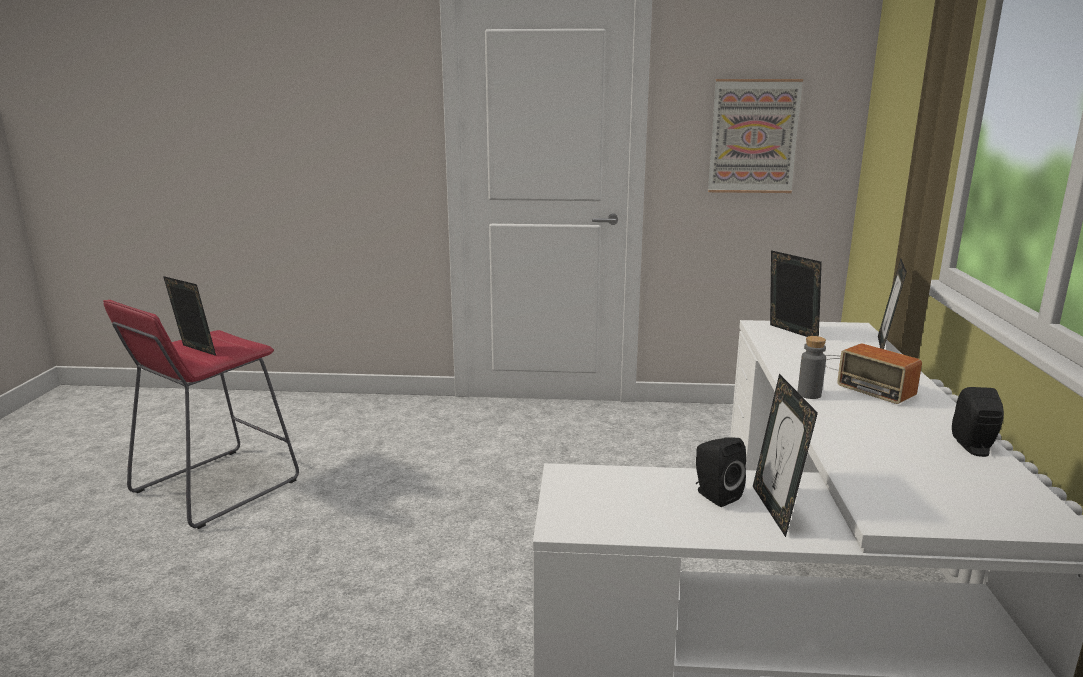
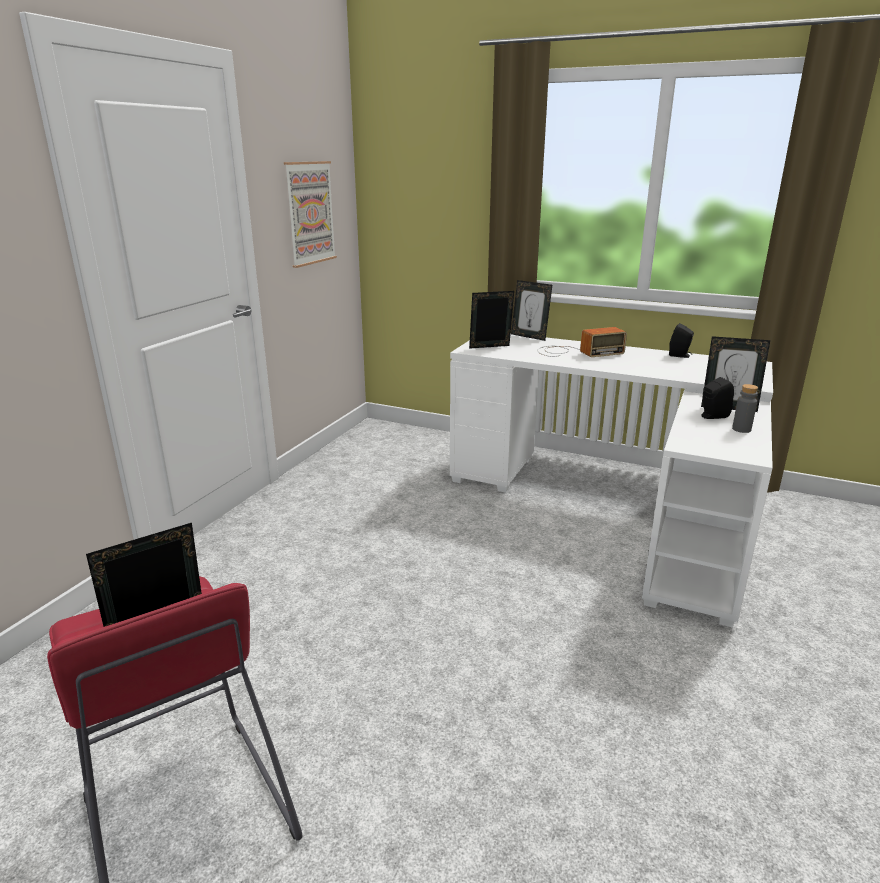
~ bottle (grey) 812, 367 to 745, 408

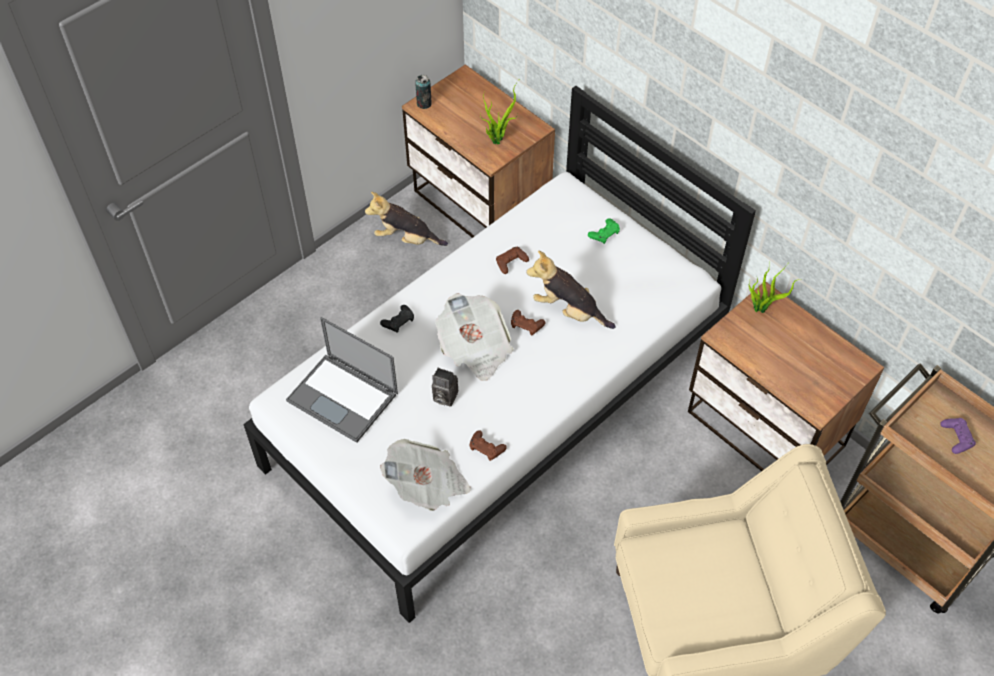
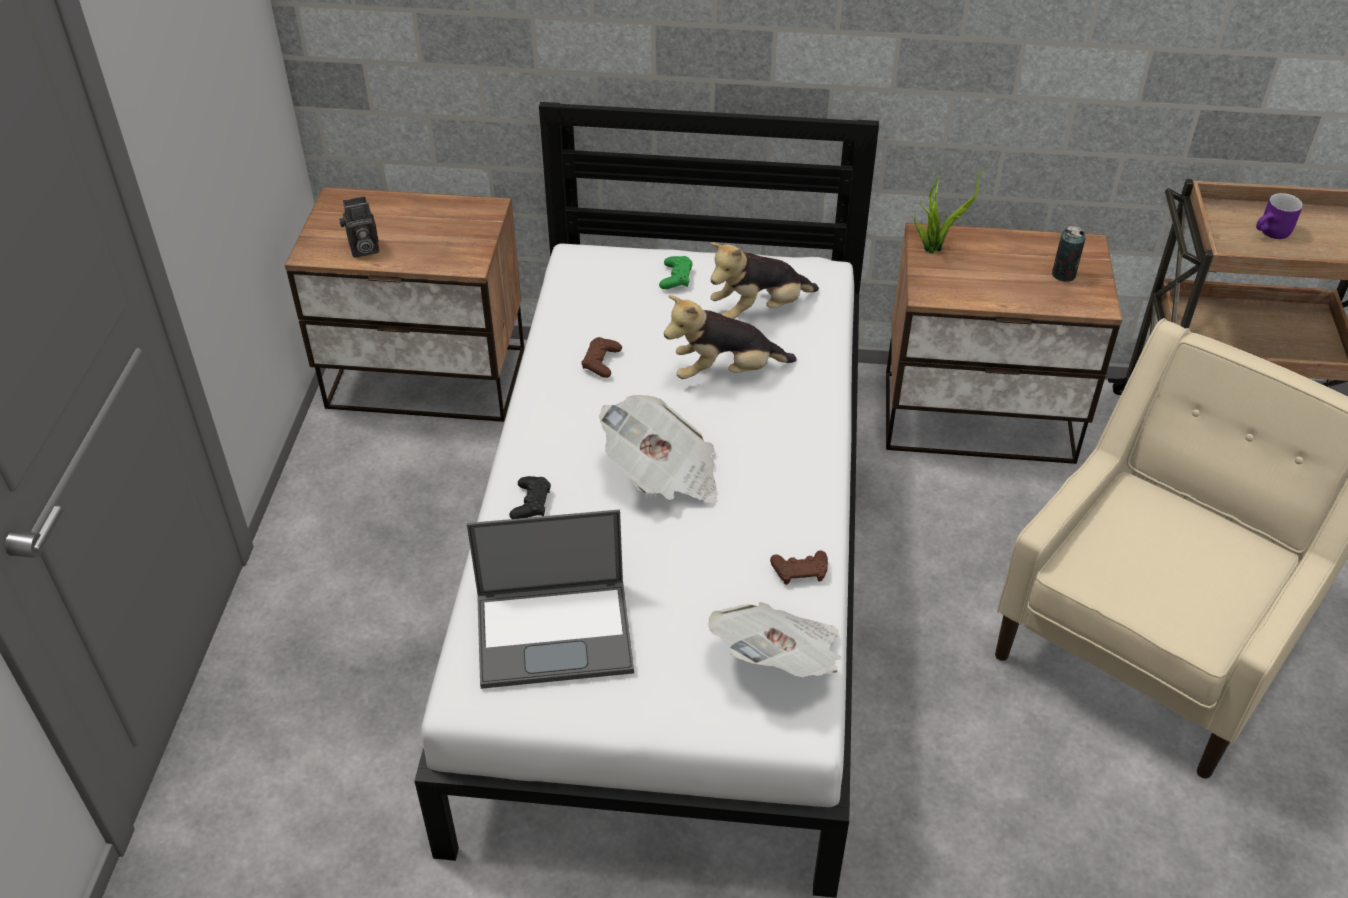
- potted plant 499, 112
- game controller (brown) 528, 322
~ plush toy 406, 219 to 764, 280
~ can 423, 92 to 1069, 254
~ photo camera 445, 387 to 359, 227
~ game controller (purple) 958, 436 to mug (purple) 1279, 216

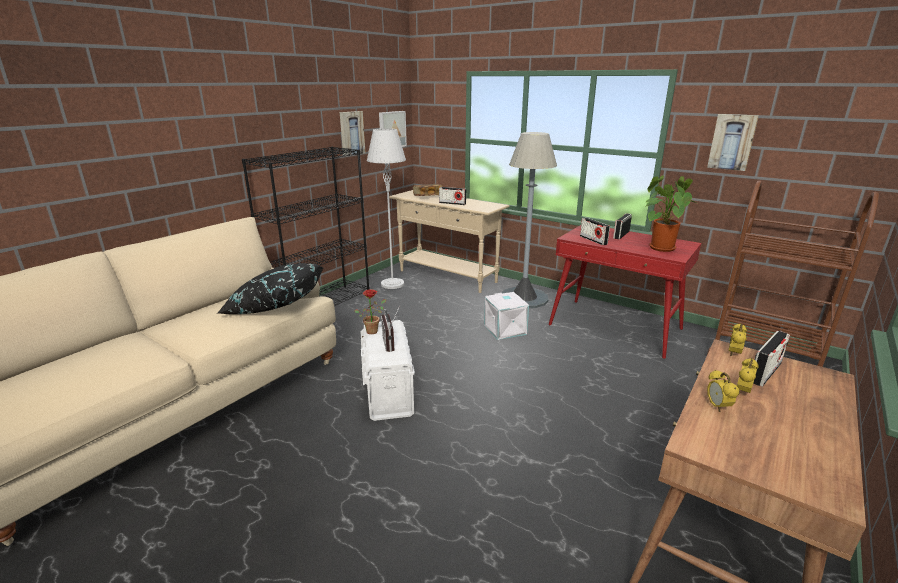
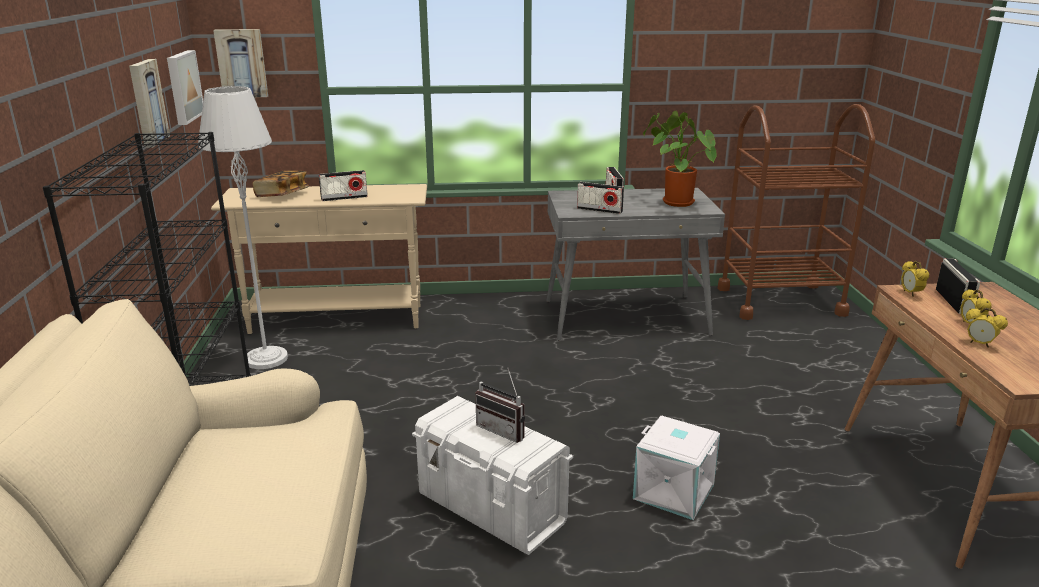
- pillow (black) 270, 288
- potted plant 370, 311
- floor lamp (grey) 529, 220
~ storage box (white) 506, 316 to 676, 468
~ picture 733, 142 to 240, 63
~ desk (red) 625, 292 to desk (grey) 635, 264

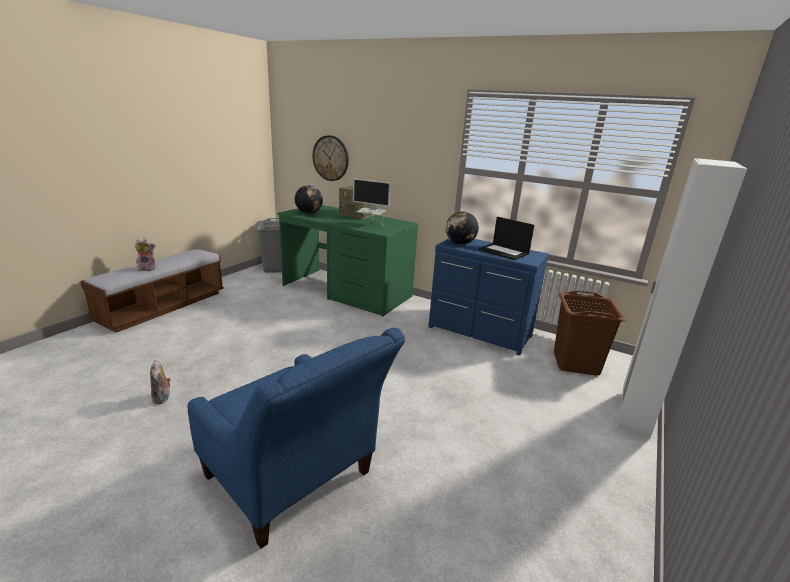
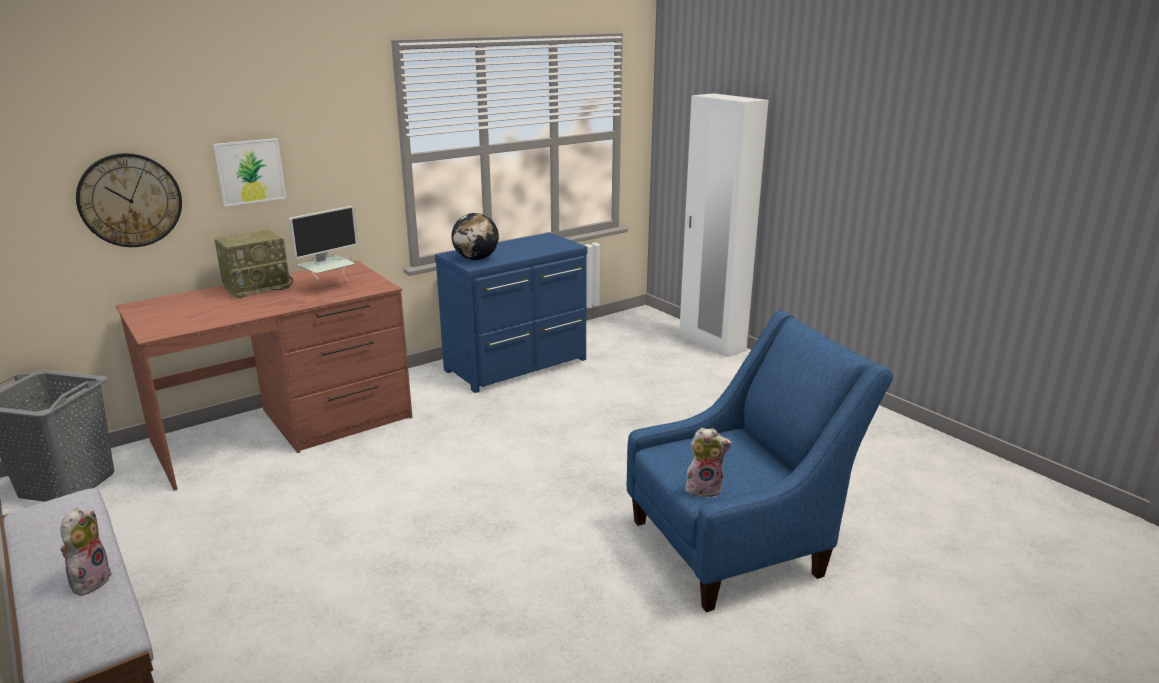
- globe 309, 199
- laptop 506, 238
- laundry basket (brown) 590, 333
+ picture 249, 172
~ plush toy 160, 382 to 708, 463
~ desk (green) 347, 261 to desk (brown) 264, 376

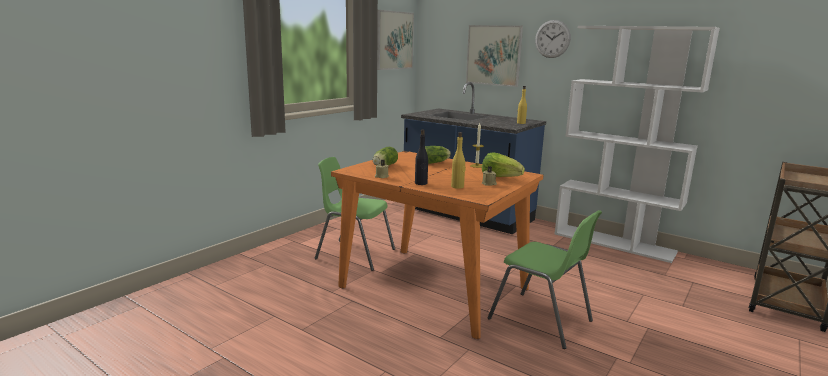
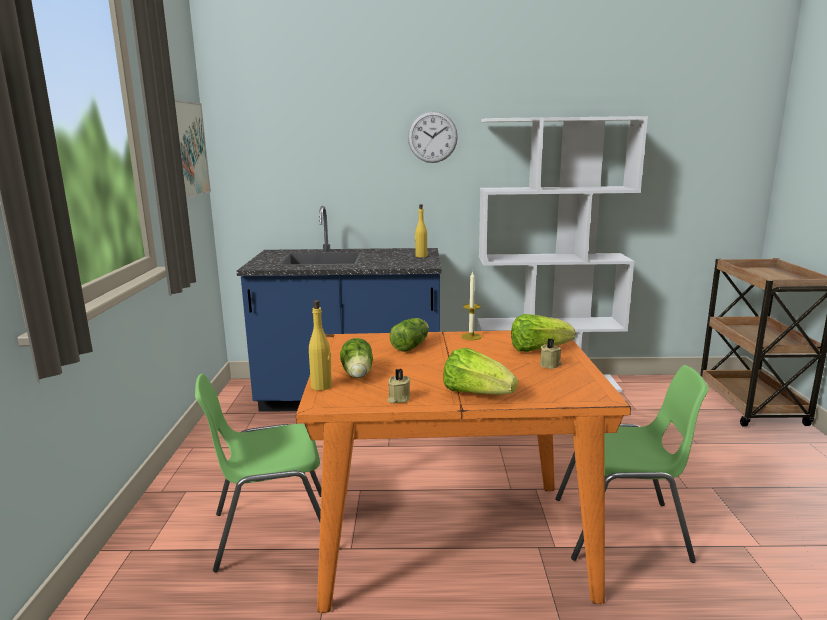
- picture 494, 56
~ bottle (yellow) 458, 160 to 320, 345
~ bottle (black) 421, 157 to lettuce 480, 371

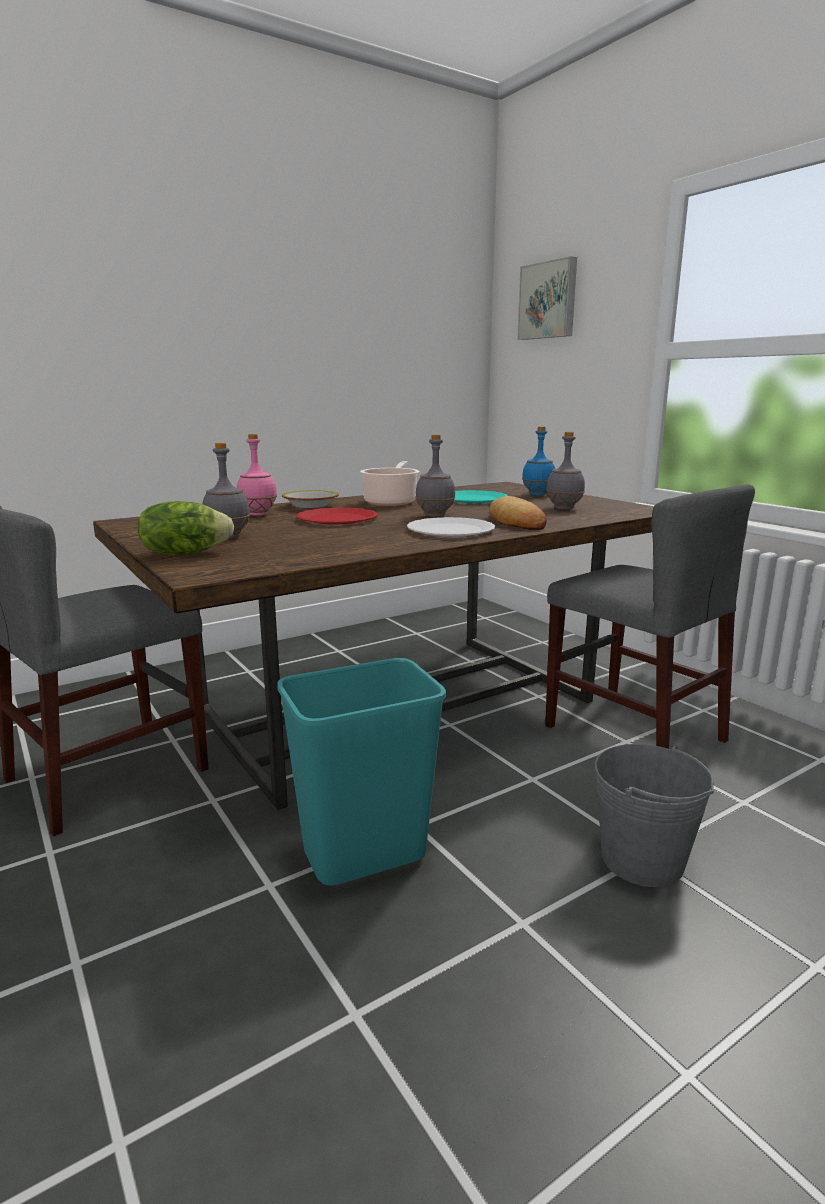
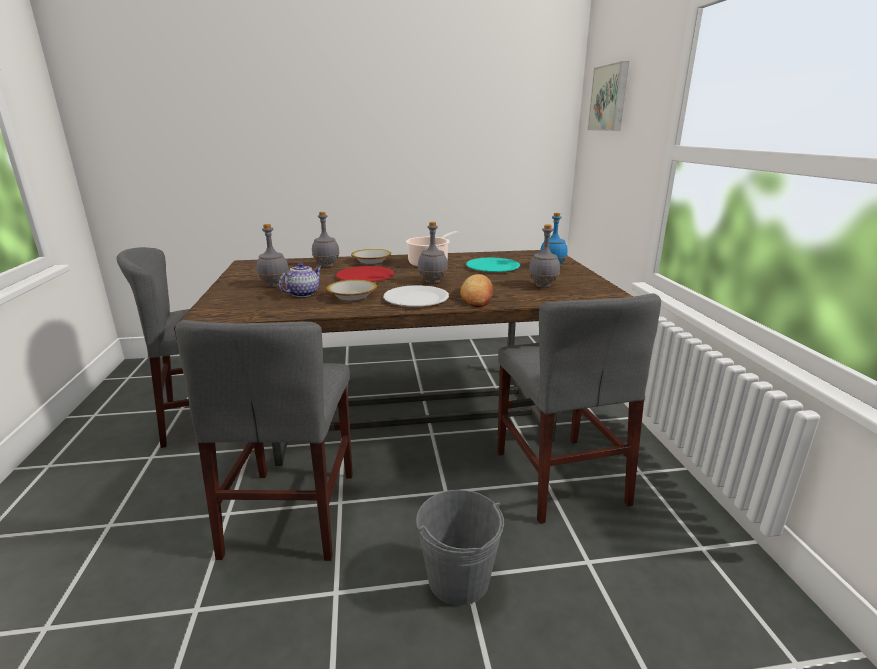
- lettuce 186, 528
+ teapot 300, 280
+ bowl 351, 290
~ trash can (turquoise) 361, 772 to chair (grey) 264, 440
~ bottle (pink) 257, 475 to bottle (grey) 325, 239

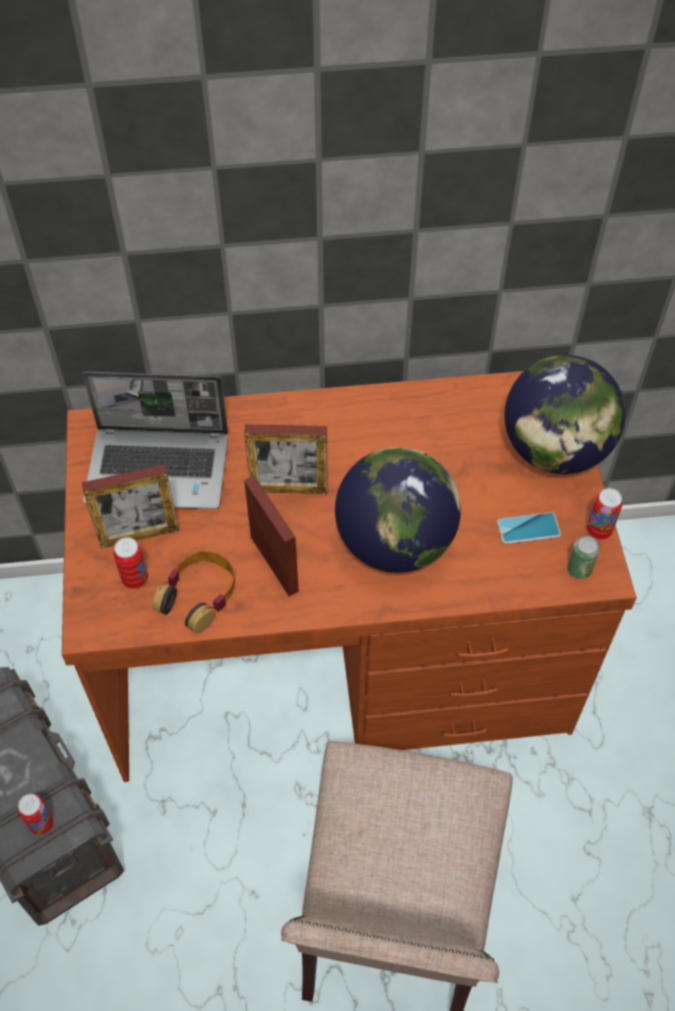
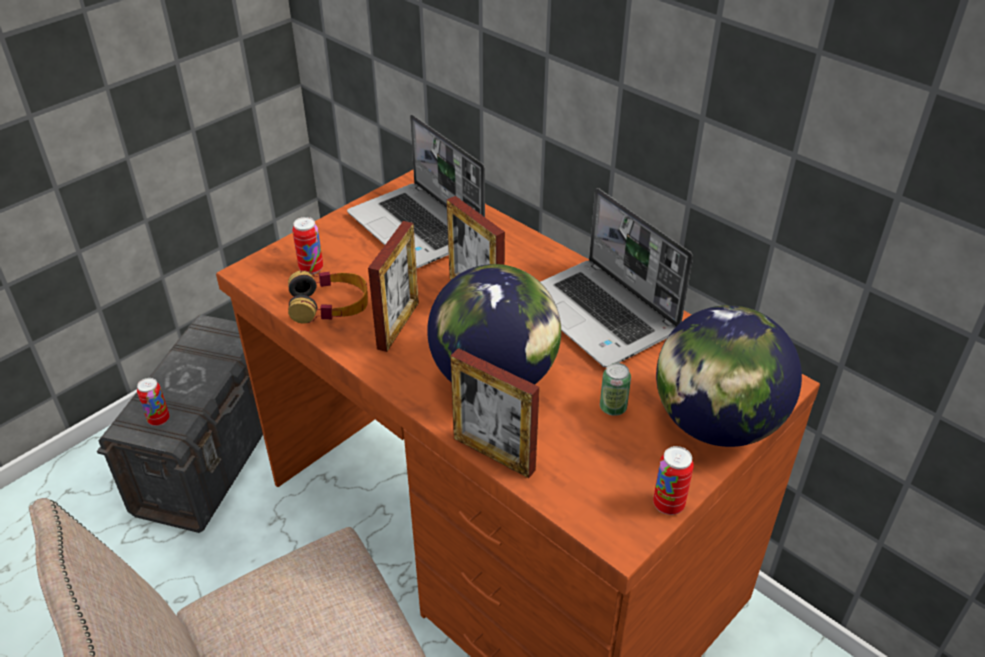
- phone 529, 528
+ laptop 616, 278
~ picture frame 130, 506 to 495, 413
~ can 583, 557 to 615, 389

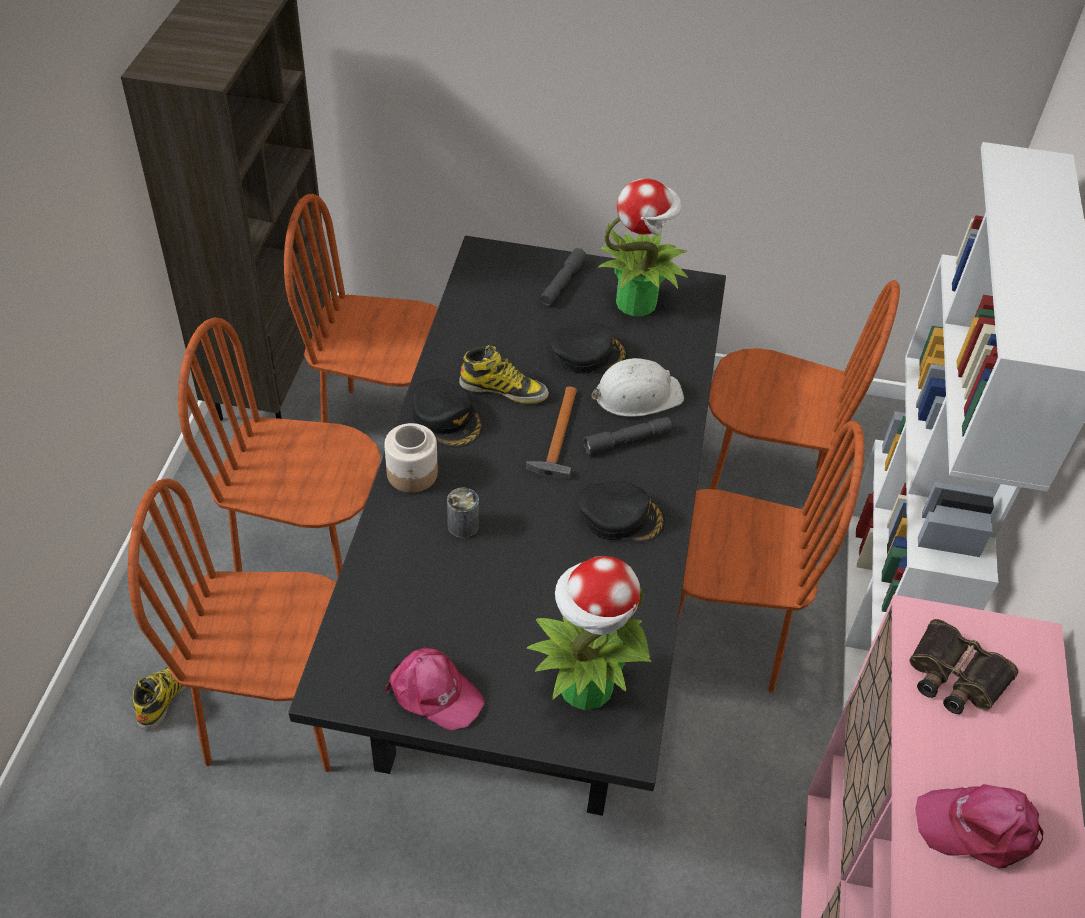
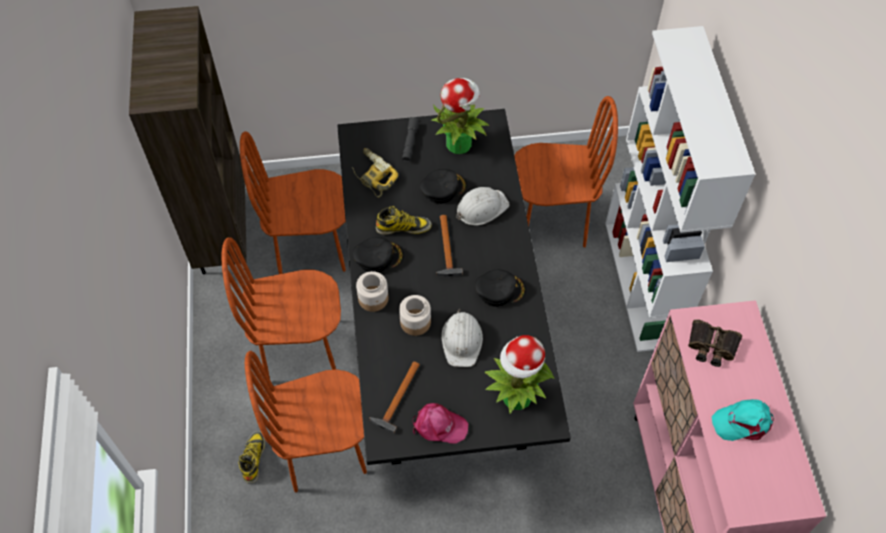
- flashlight (grey) 627, 436
- chair (brown) 771, 556
+ power drill 375, 173
+ hammer 394, 397
+ hard hat (white) 462, 338
~ can 463, 512 to jar 415, 315
~ cap (pink) 979, 826 to cap (turquoise) 743, 420
~ cap (black) 447, 413 = 378, 255 45 degrees counterclockwise

